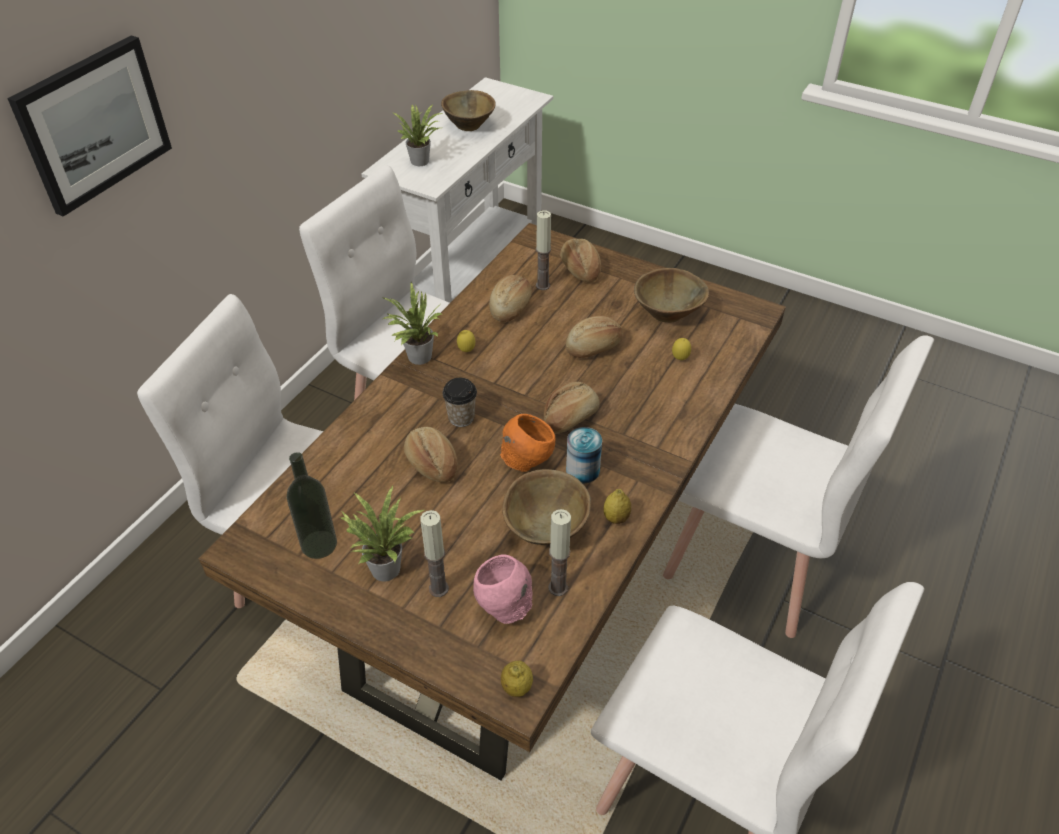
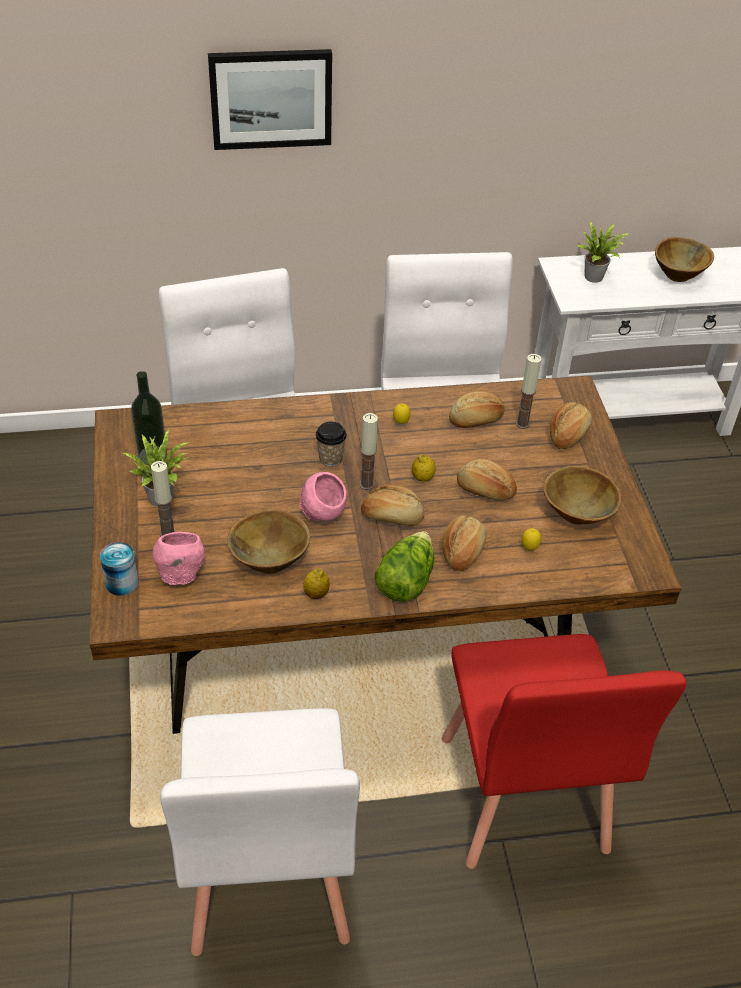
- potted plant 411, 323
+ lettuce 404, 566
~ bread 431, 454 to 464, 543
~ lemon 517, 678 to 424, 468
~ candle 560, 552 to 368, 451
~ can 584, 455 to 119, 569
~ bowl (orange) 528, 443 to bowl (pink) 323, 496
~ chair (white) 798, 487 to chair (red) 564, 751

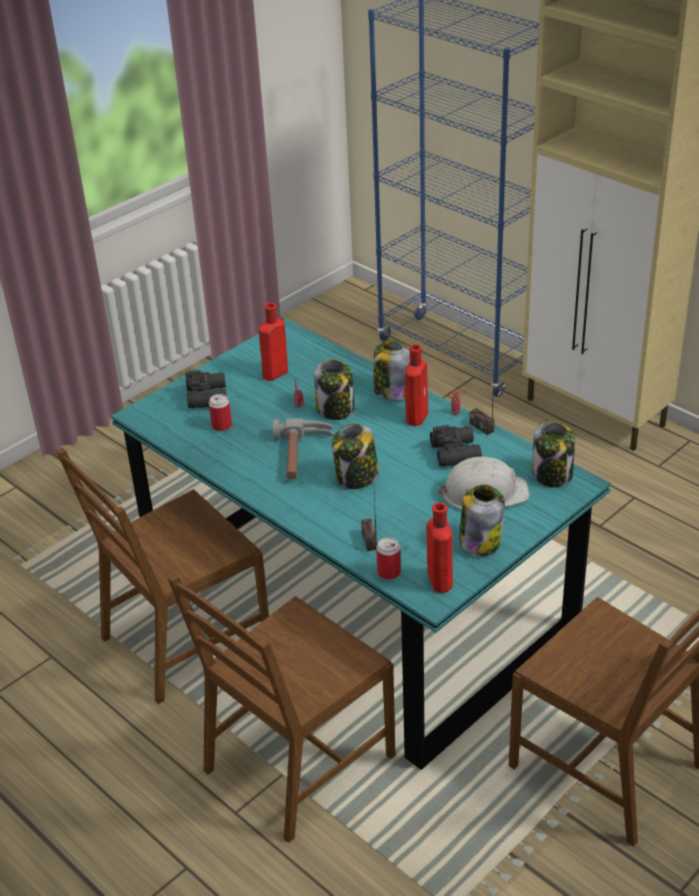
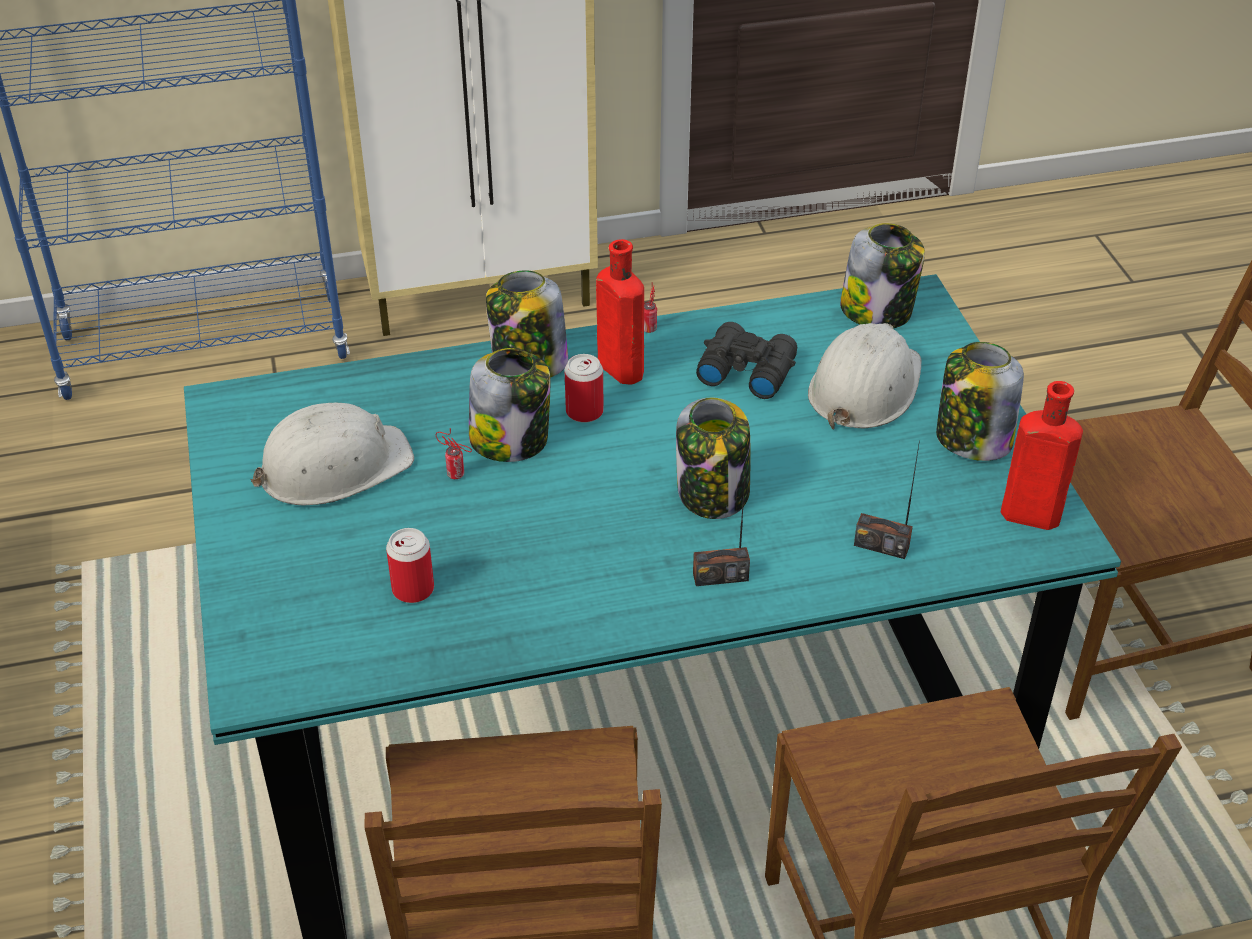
- binoculars (black) 206, 389
- hammer 303, 448
~ can 388, 558 to 584, 388
~ radio 482, 405 to 721, 524
~ bottle (red) 273, 342 to hard hat (white) 332, 454

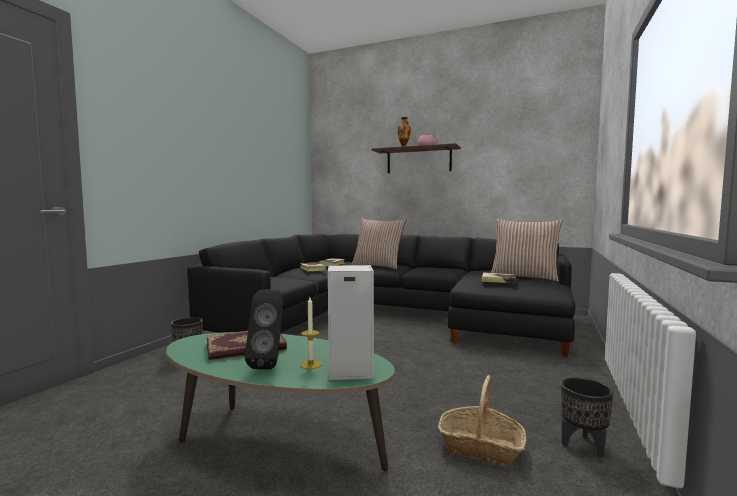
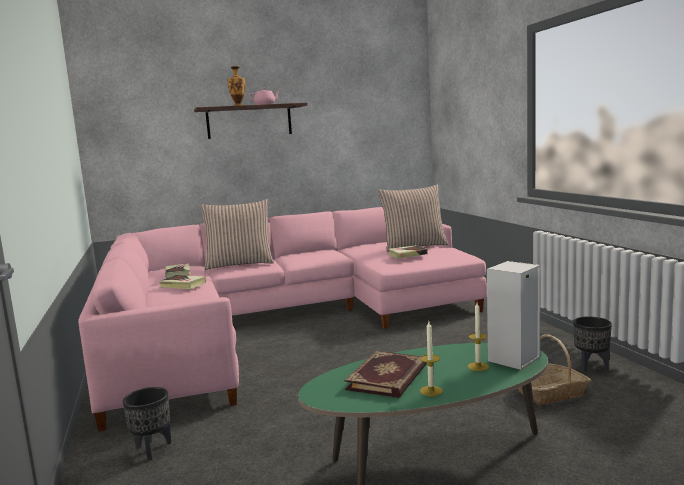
- speaker (black) 264, 329
+ candle 431, 359
~ sofa (black) 381, 295 to sofa (pink) 282, 319

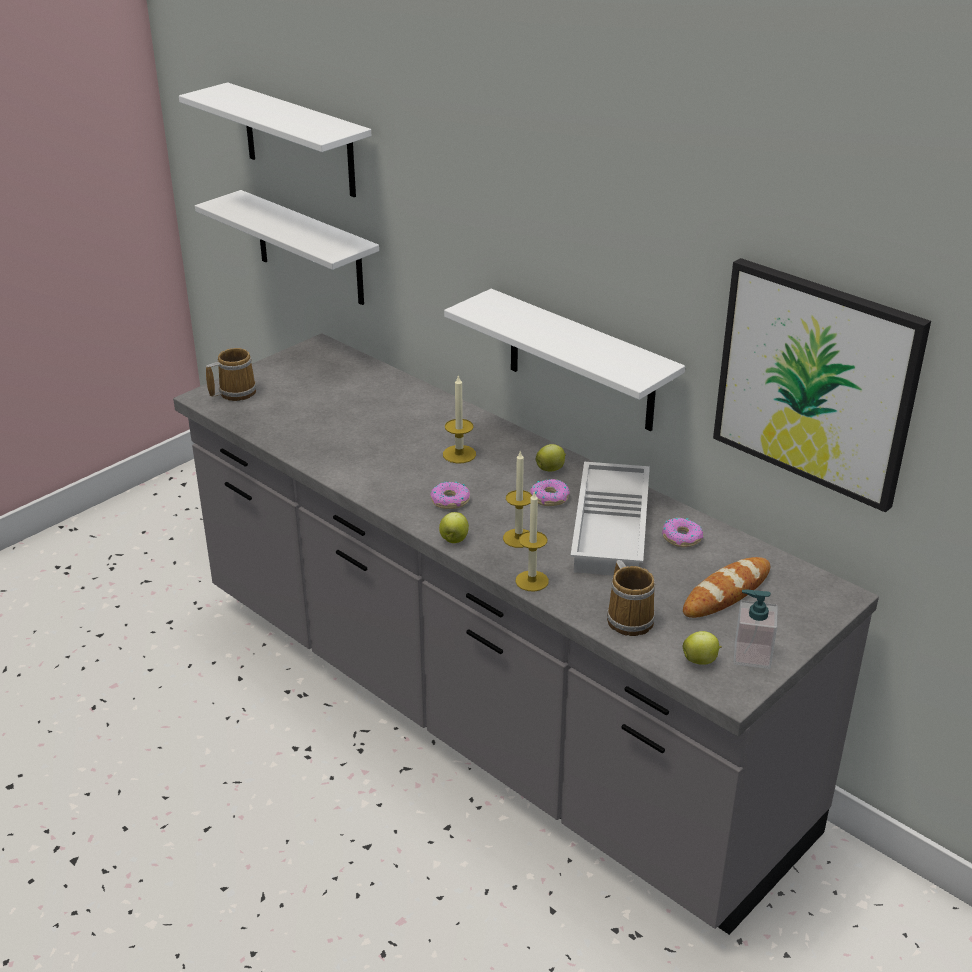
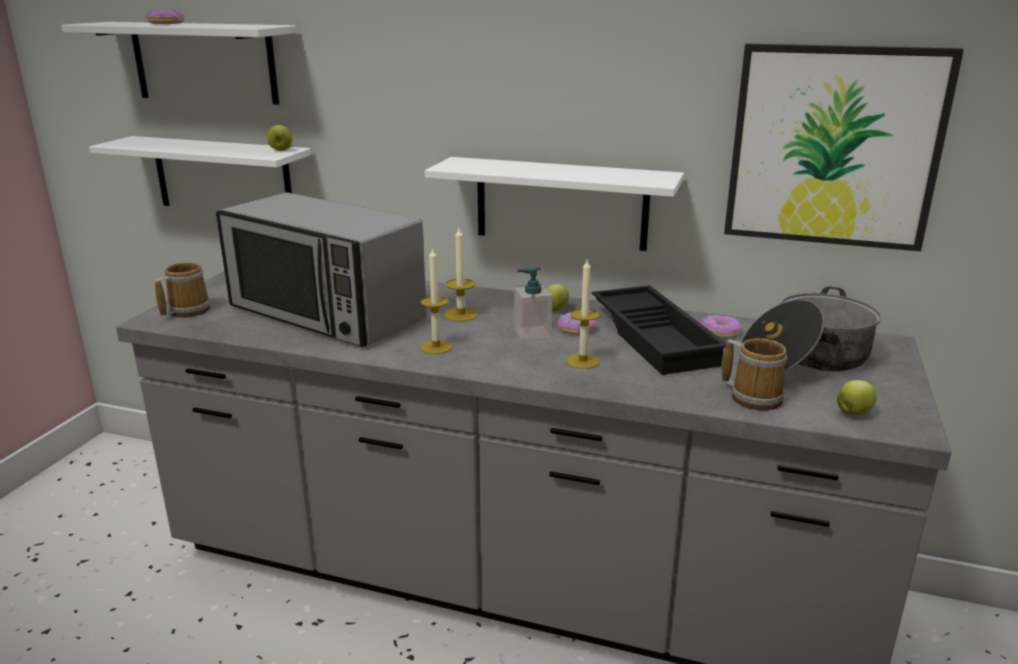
+ microwave 321, 270
~ donut 450, 495 to 165, 17
~ apple 454, 527 to 279, 138
~ candle 532, 541 to 436, 300
~ soap dispenser 755, 629 to 533, 304
~ bread 726, 587 to cooking pot 810, 329
~ tray (white) 610, 519 to tray (black) 659, 330

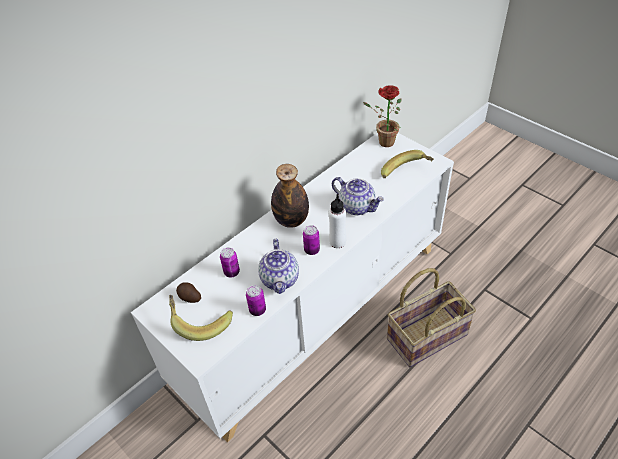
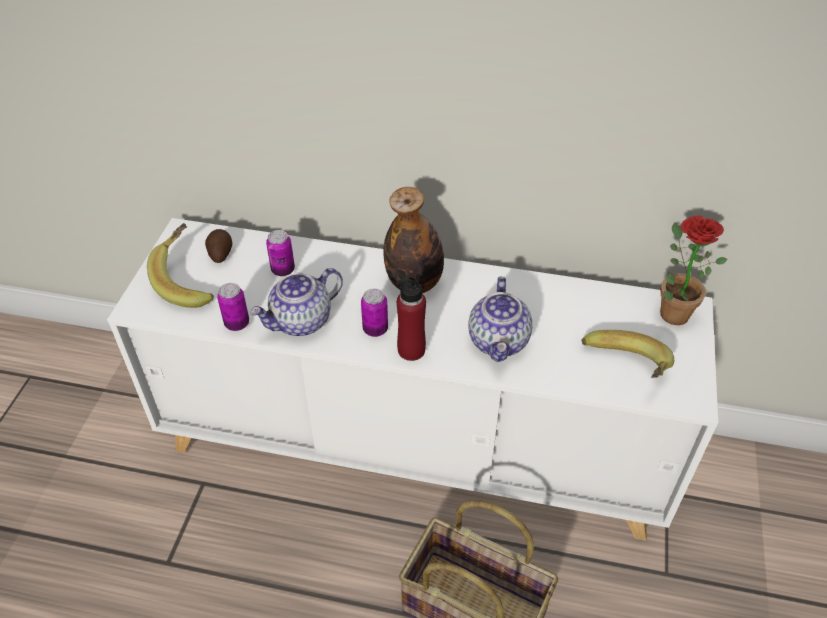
~ bottle (white) 337, 221 to bottle (red) 411, 317

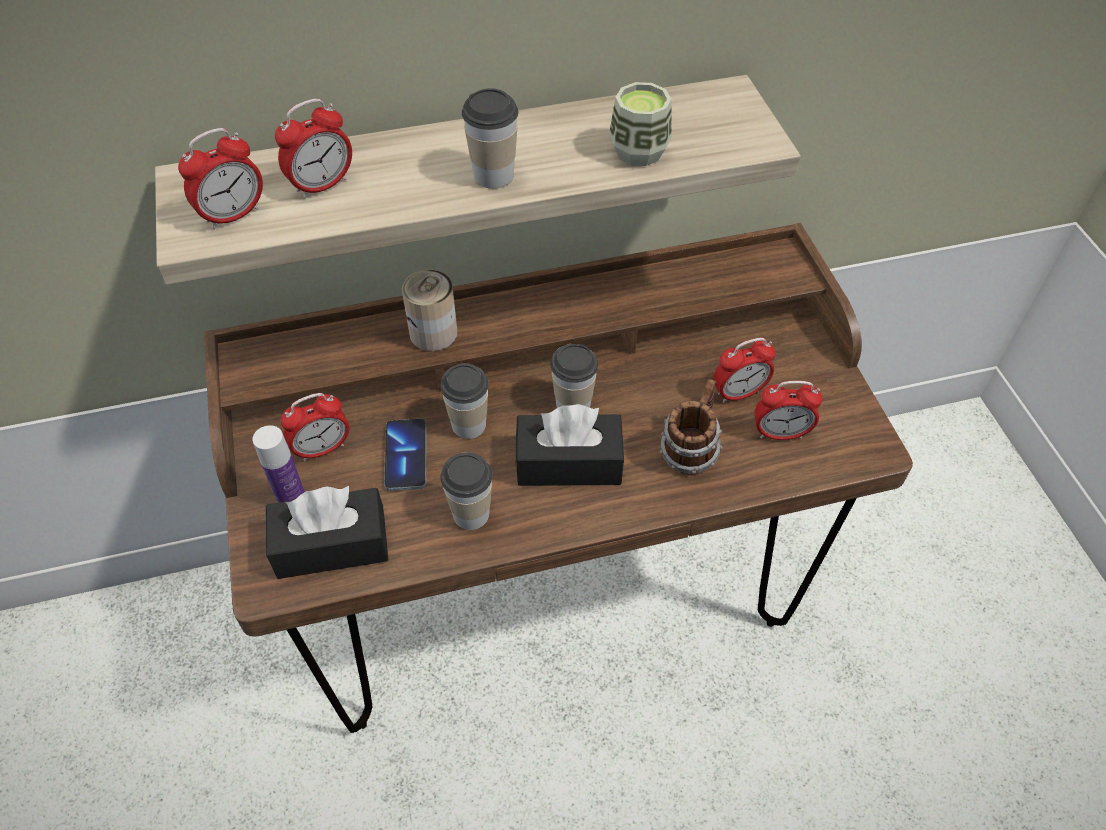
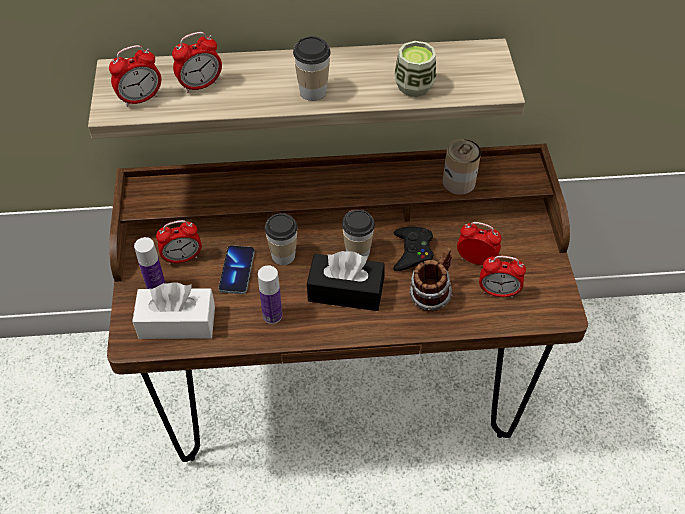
+ game controller (black) 413, 249
~ can 430, 310 to 462, 167
~ cup 466, 491 to bottle 270, 294
~ tissue box (black) 327, 532 to tissue box (white) 173, 310
~ alarm clock 744, 370 = 479, 243 150 degrees counterclockwise

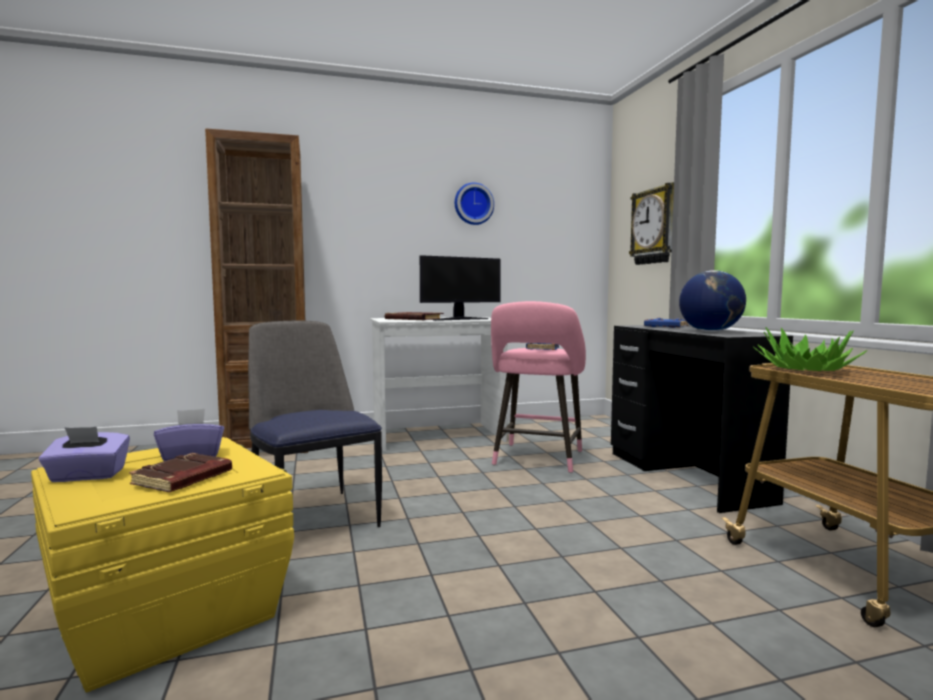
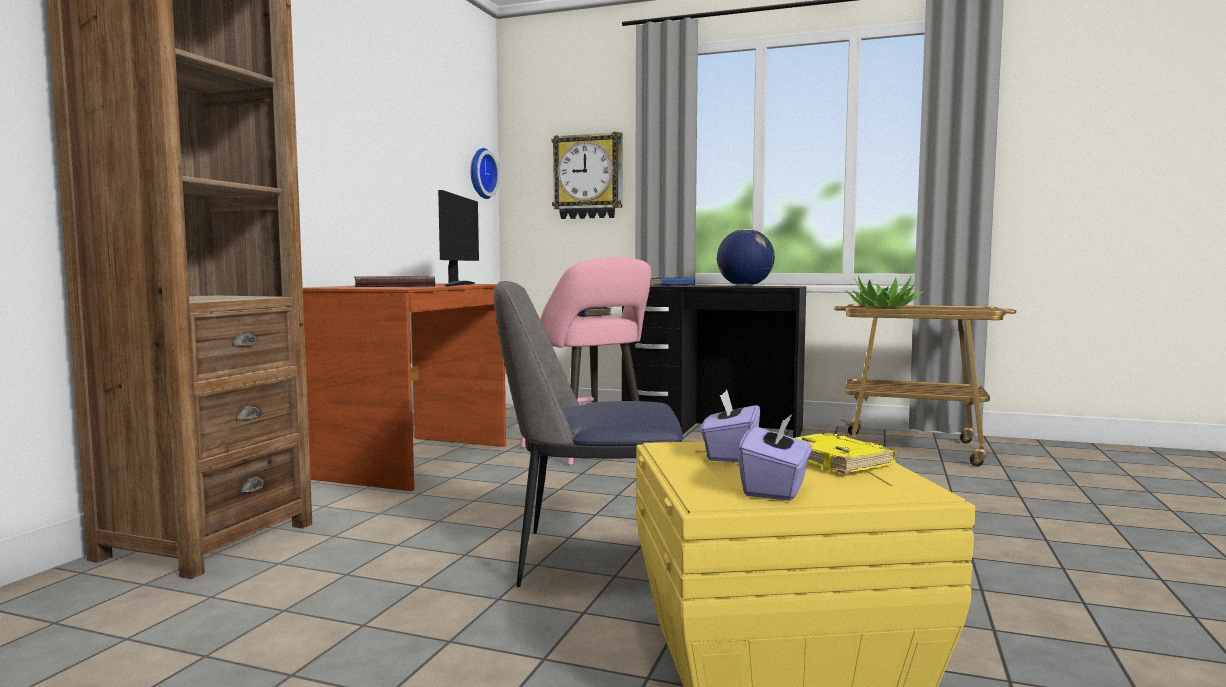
~ wall clock 474, 203 to 485, 173
~ book (brown) 180, 472 to book (yellow) 845, 453
~ desk (white) 439, 384 to desk (brown) 404, 387

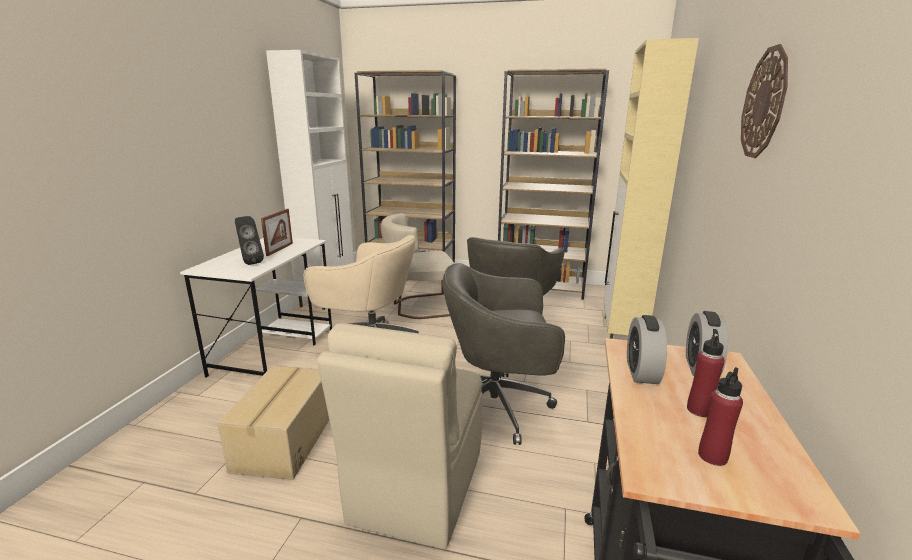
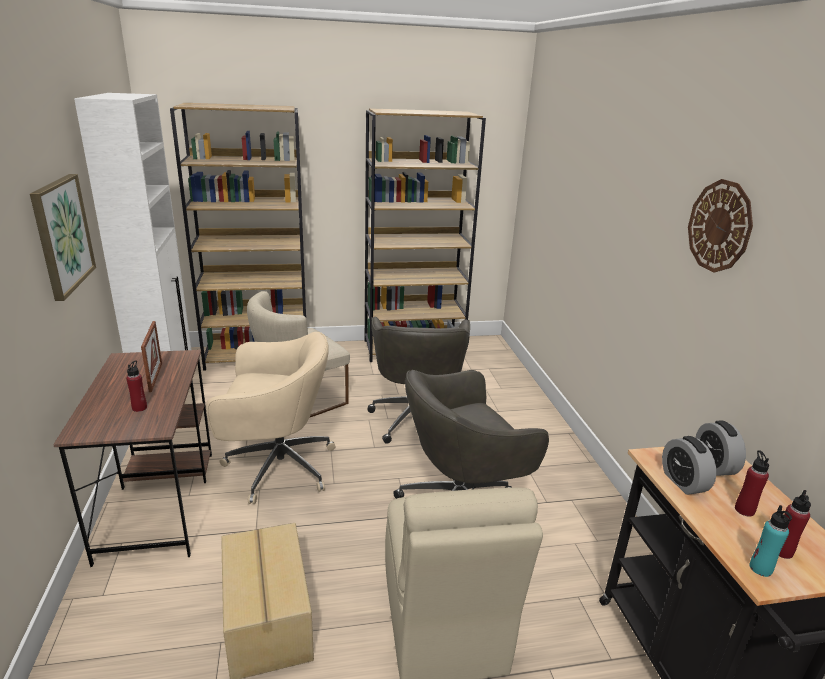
- cabinet (beige) 651, 188
+ picture 63, 237
+ bottle (turquoise) 770, 541
~ speaker (black) 249, 240 to bottle (red) 136, 386
~ desk (white) 256, 308 to desk (brown) 132, 458

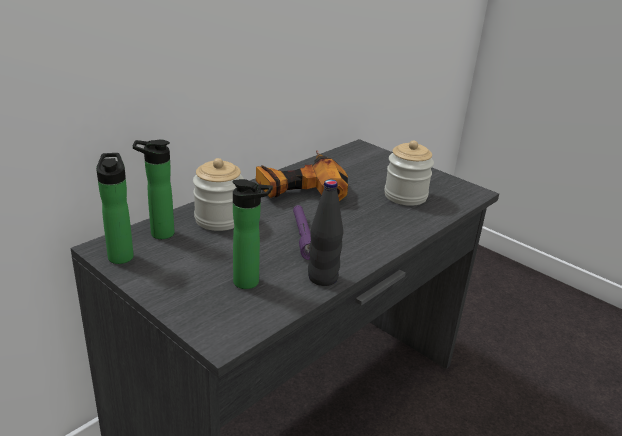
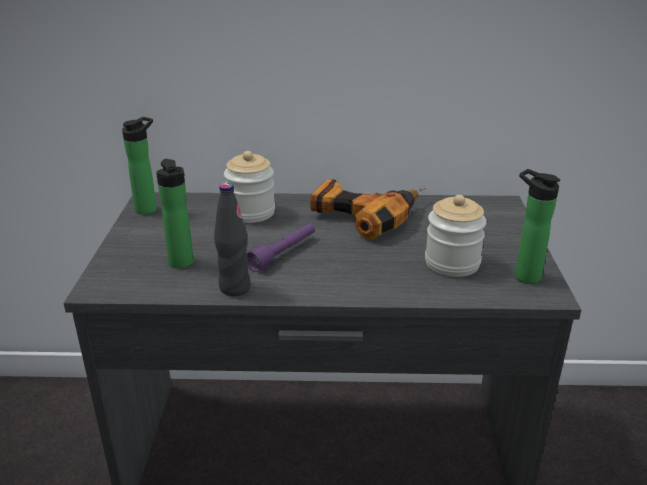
~ bottle 154, 189 to 537, 226

